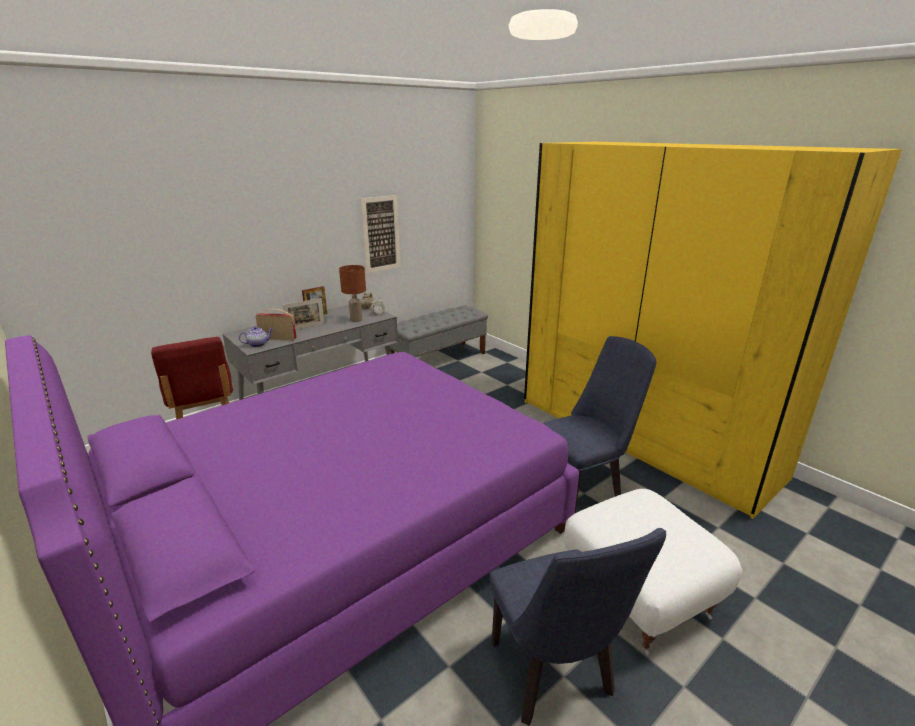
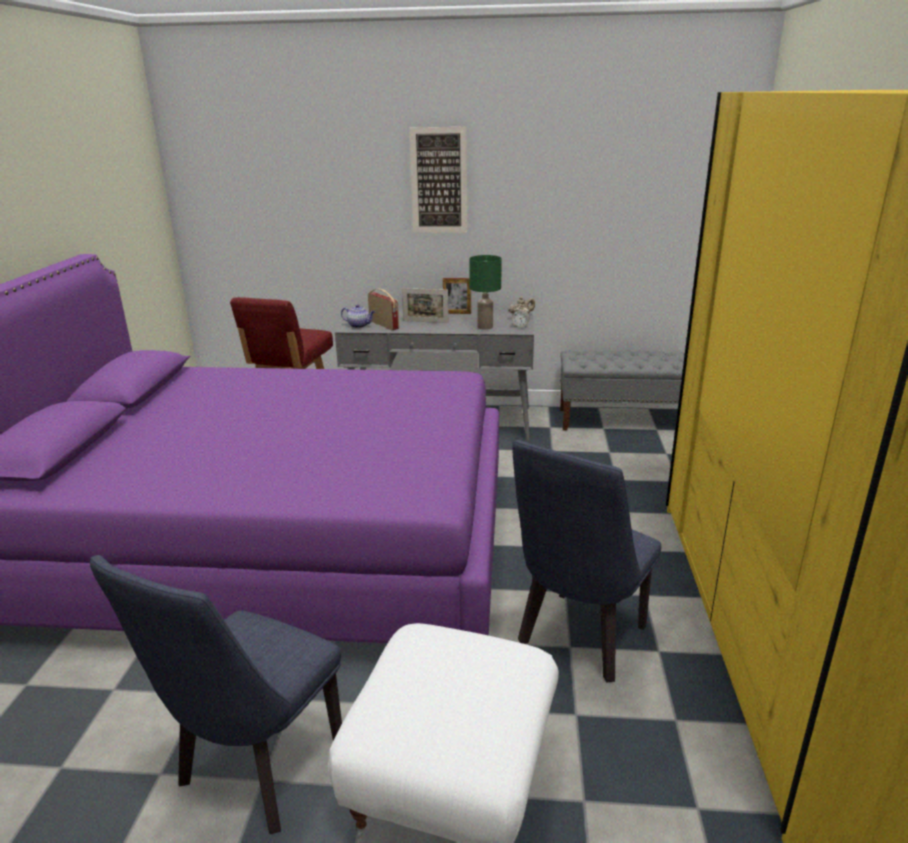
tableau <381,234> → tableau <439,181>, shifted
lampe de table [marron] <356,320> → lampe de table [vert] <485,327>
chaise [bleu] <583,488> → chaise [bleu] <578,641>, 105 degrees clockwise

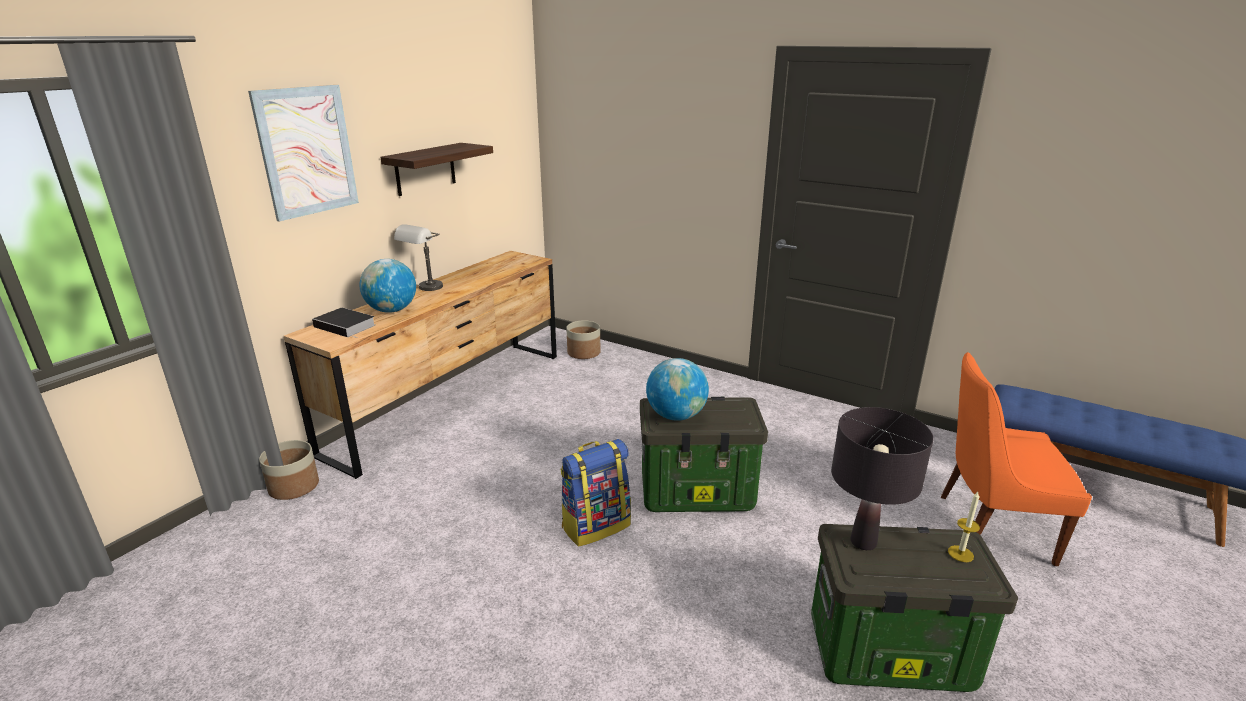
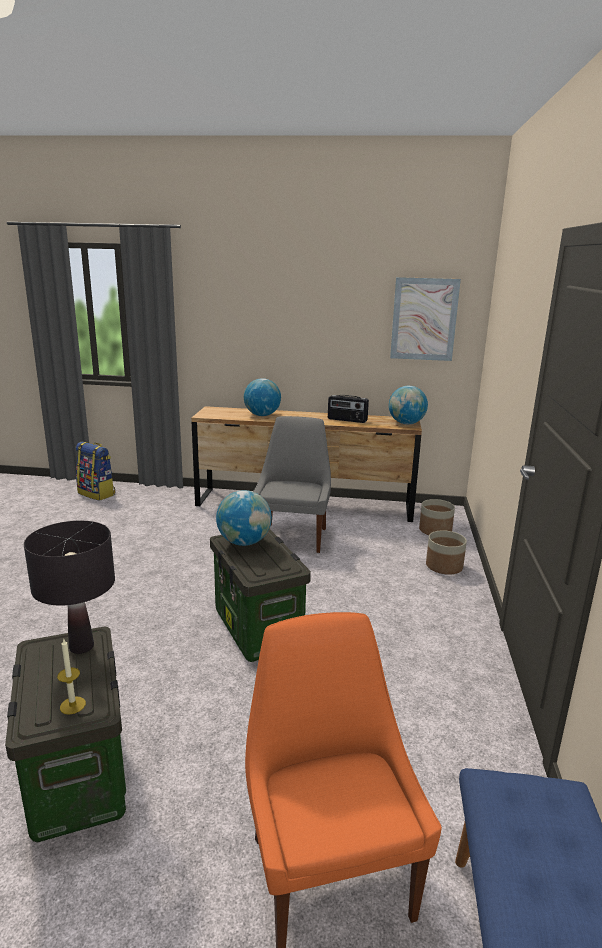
tableau <307,151> → tableau <424,319>, shifted
étagère <425,169> → -
lampe de table [gris] <425,289> → -
livre <346,326> → -
sac à dos <596,525> → sac à dos <97,494>, shifted
cache-pot <294,487> → cache-pot <444,566>, shifted
- → globe <406,423>
- → radio <347,420>
- → chaise [gris] <293,536>

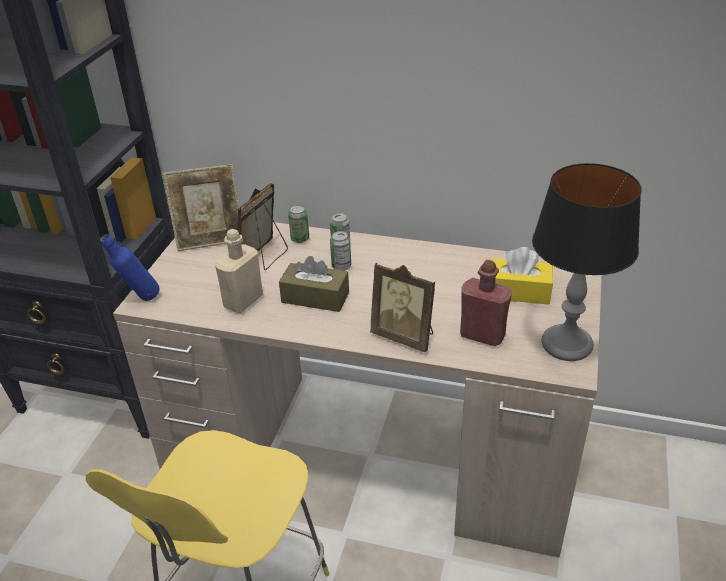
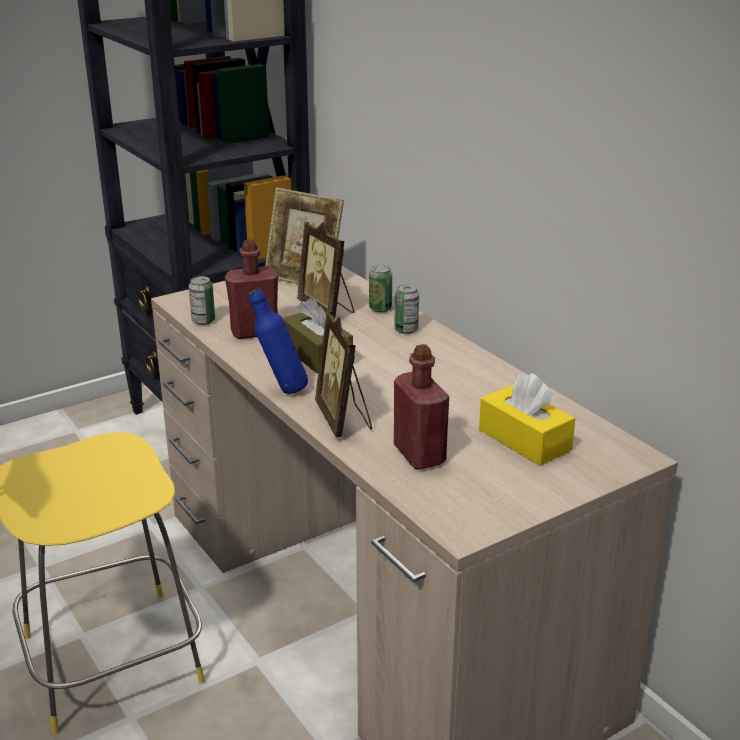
lampe de table <567,344> → -
cadre photo <265,257> → cadre photo <327,309>, 105 degrees counterclockwise
bouteille [beige] <243,301> → bouteille [rouge] <254,332>
boîte métallique <341,266> → boîte métallique <203,321>, shifted
bouteille [bleu] <140,300> → bouteille [bleu] <281,390>, shifted

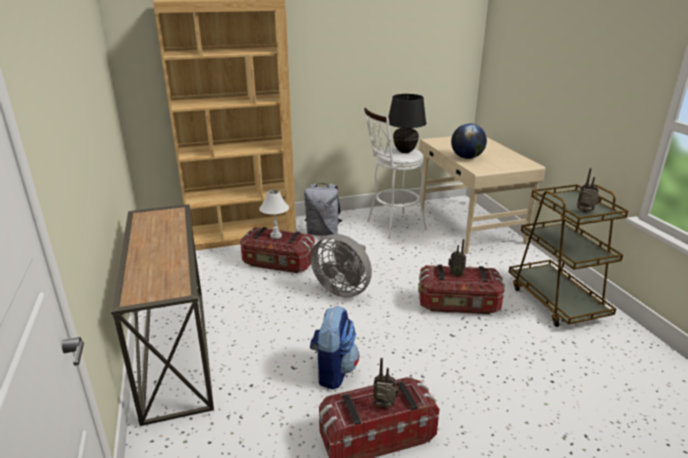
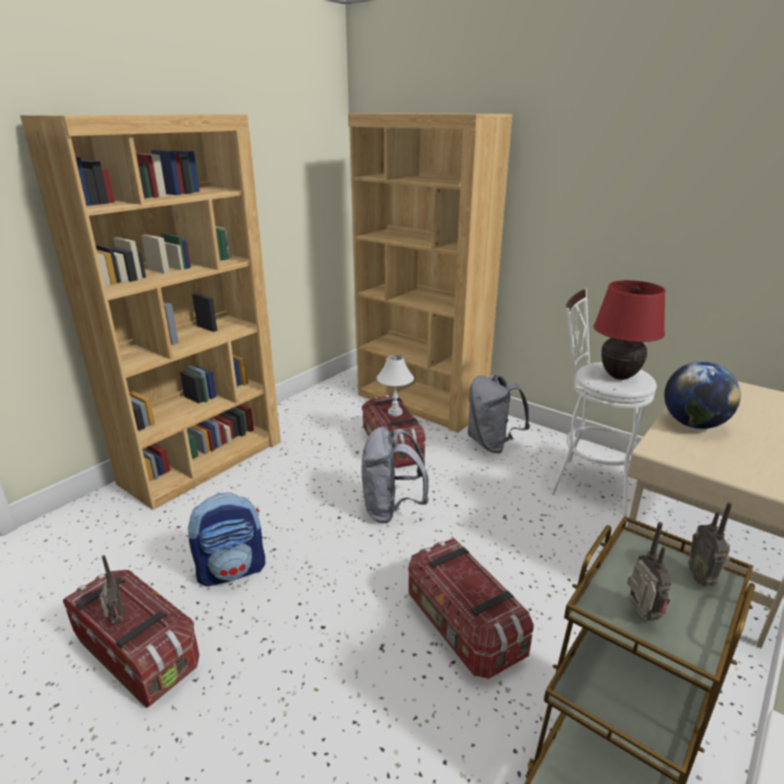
lampe de table [noir] <405,151> → lampe de table [rouge] <619,376>
table console <174,349> → bibliothèque [marron] <204,462>
ventilateur [gris] <343,289> → sac à dos [gris] <391,509>
radio <456,274> → radio <702,578>, shifted

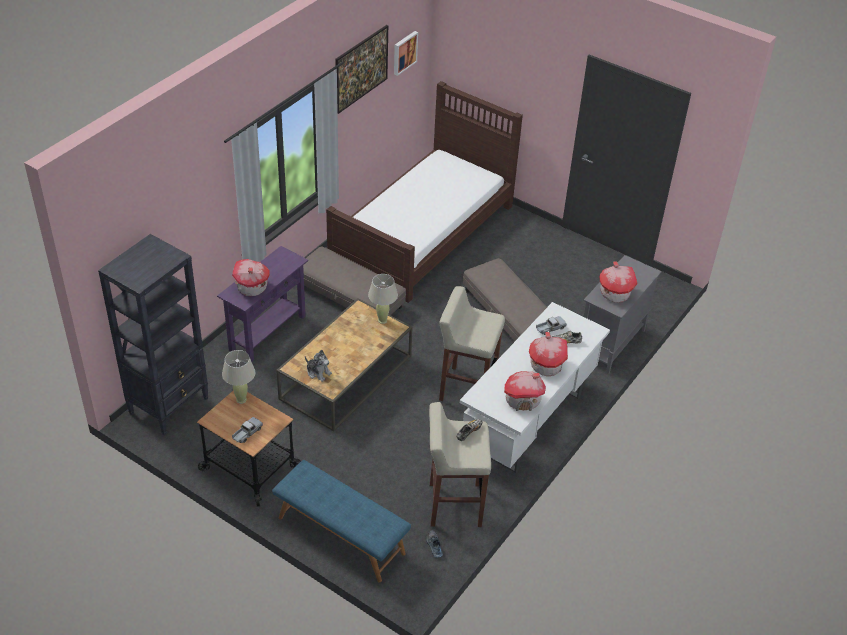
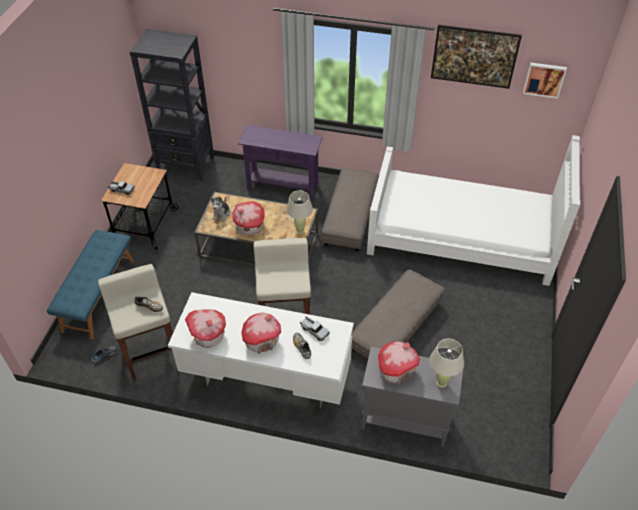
lit [marron] <423,232> → lit [blanc] <462,235>
maison miniature <252,287> → maison miniature <250,227>, shifted
lampe de table [beige] <241,399> → lampe de table [beige] <441,383>, shifted

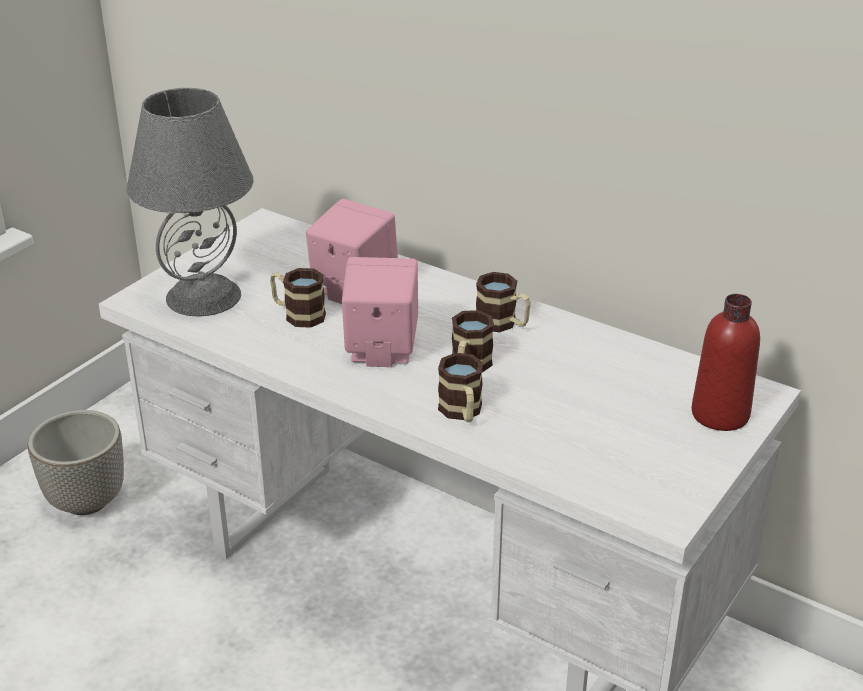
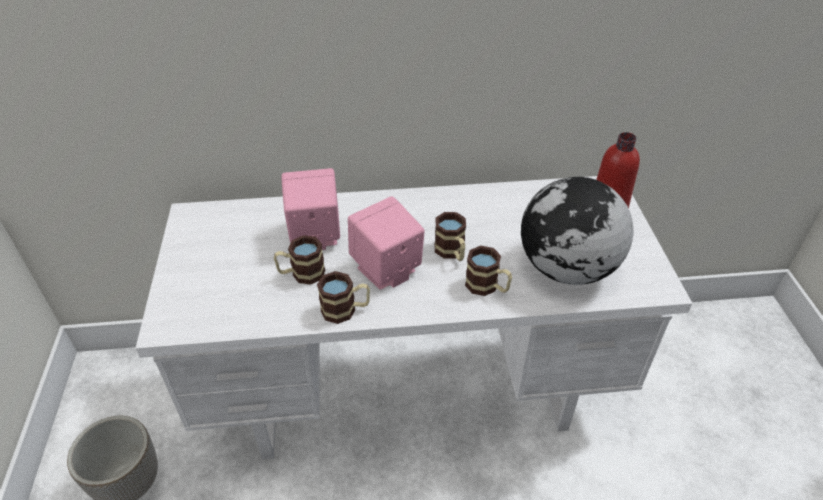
lampe de table [gris] <203,295> → -
mug <503,324> → mug <345,310>, shifted
- → globe <566,269>

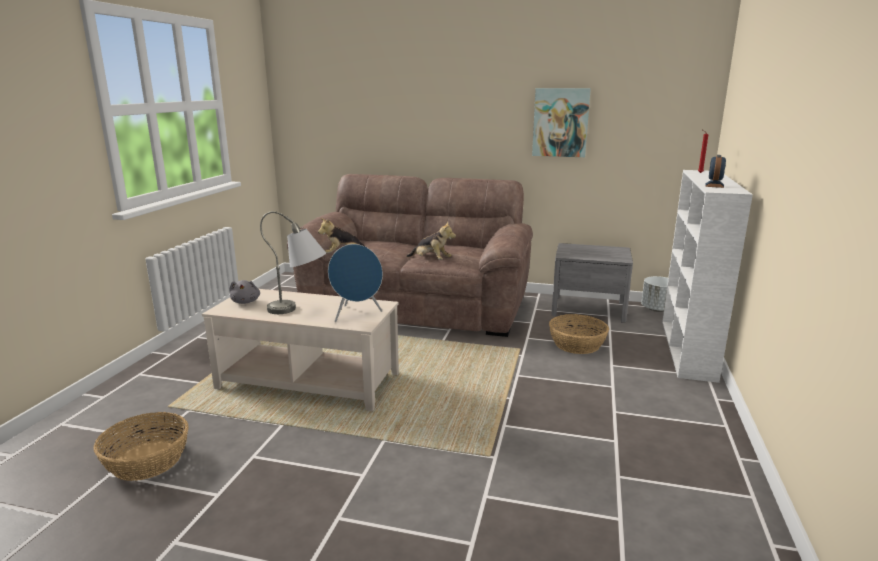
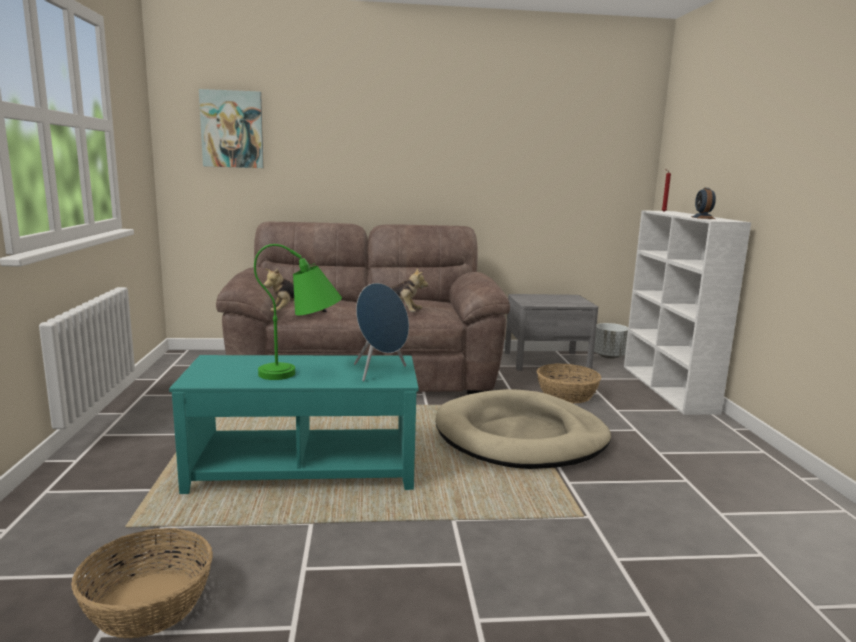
tableau <560,122> → tableau <232,129>, shifted
lampe de table [gris] <299,310> → lampe de table [vert] <302,373>
peluche [gris] <246,302> → -
table basse [beige] <309,381> → table basse [turquoise] <304,468>
- → panier pour chien [beige] <521,436>

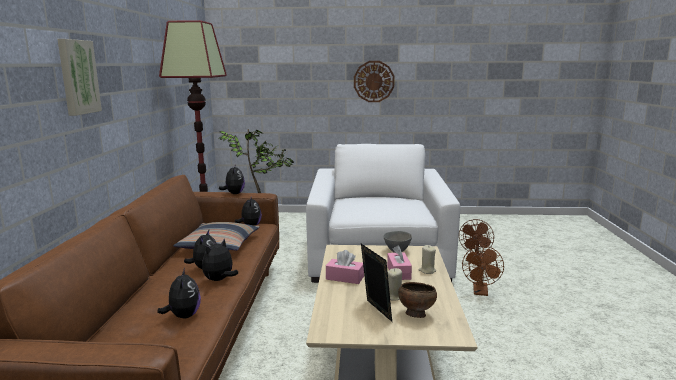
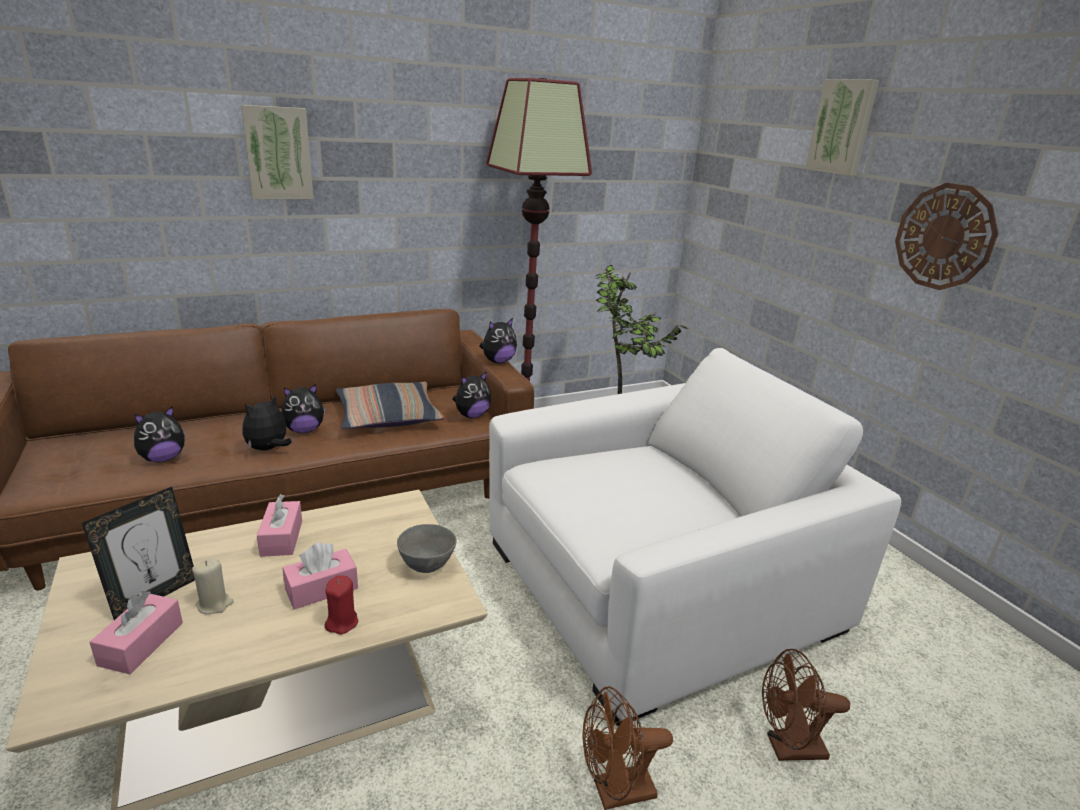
peluche <219,280> → peluche <268,449>, 60 degrees counterclockwise
bougie [beige] <427,271> → bougie [rouge] <342,622>
bol [marron] <415,314> → boîte à mouchoirs [rose] <141,643>
- → tableau <843,127>

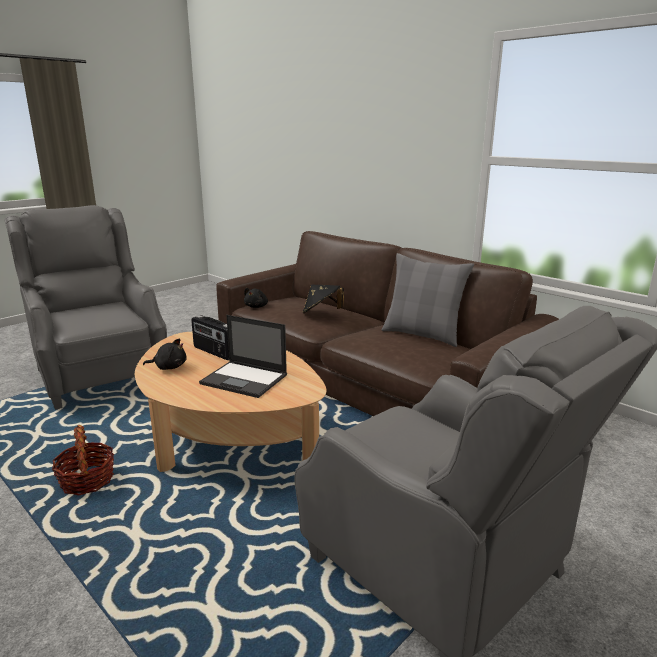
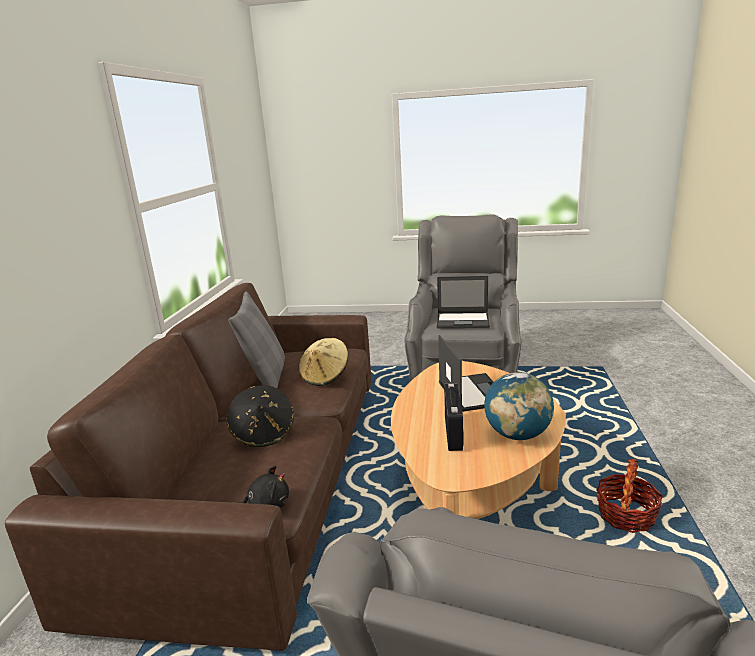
peluche [noir] <169,367> → globe <517,435>
- → ordinateur portable <463,321>
- → chapeau [beige] <325,376>

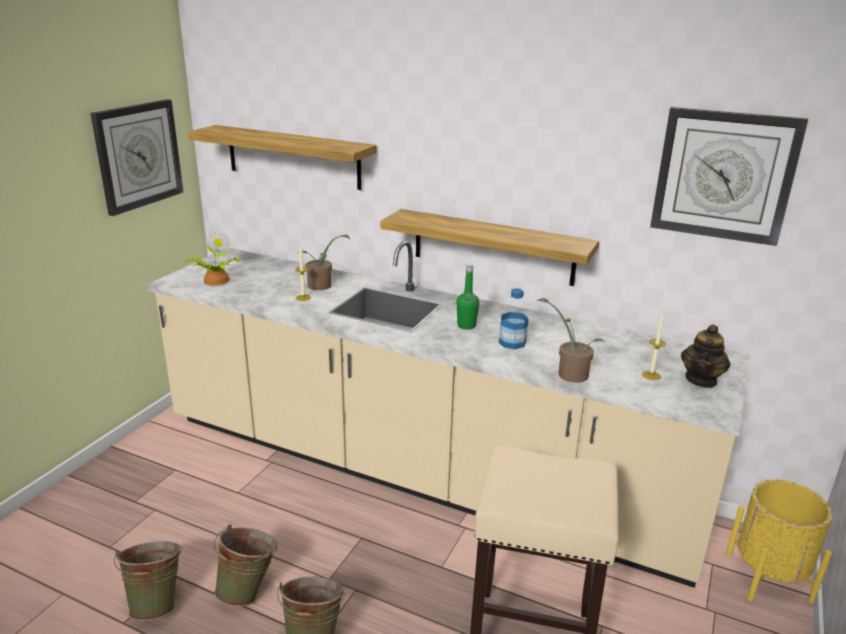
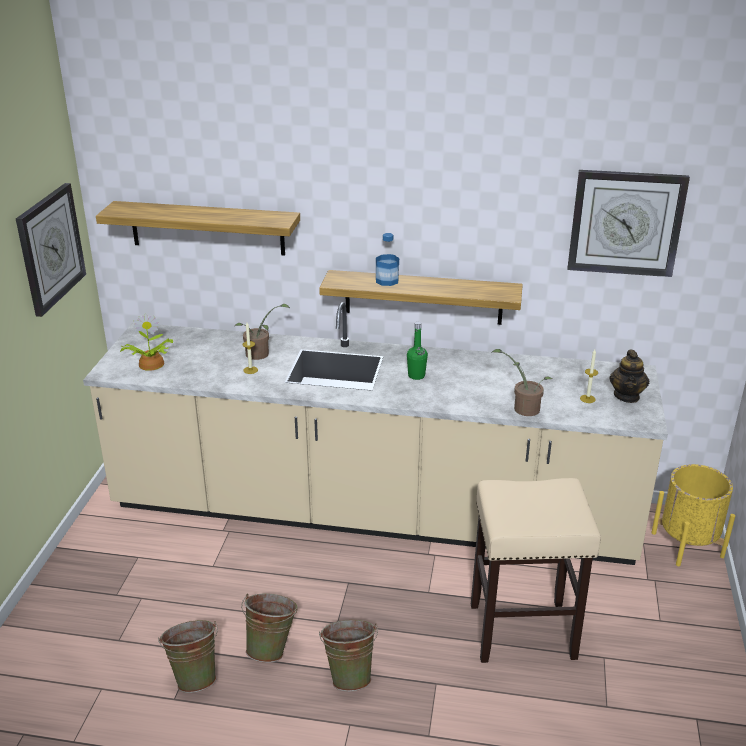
bouteille <512,342> → bouteille <387,281>, shifted

